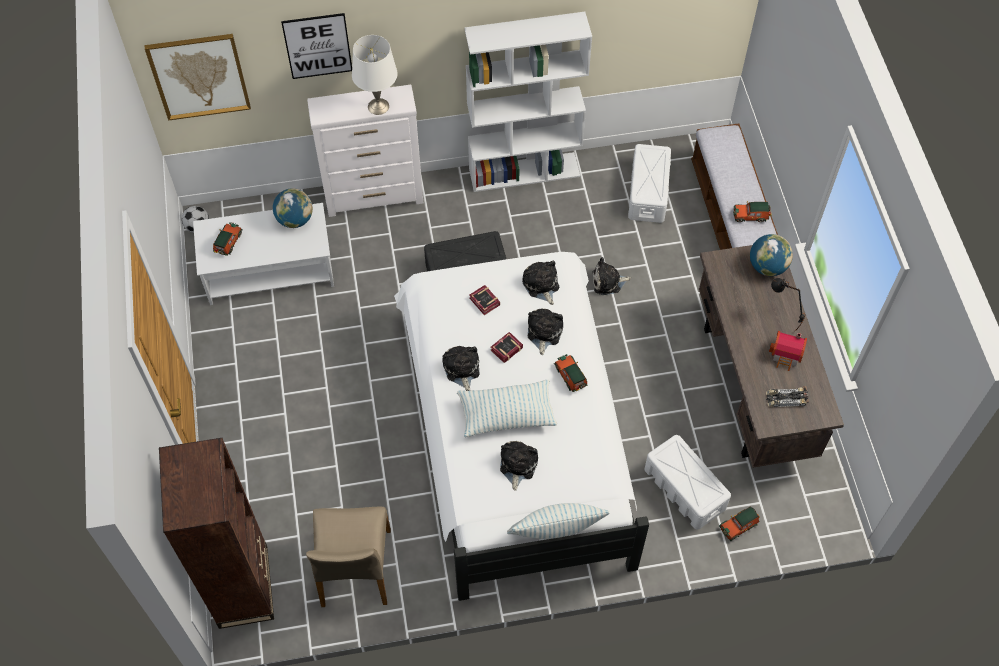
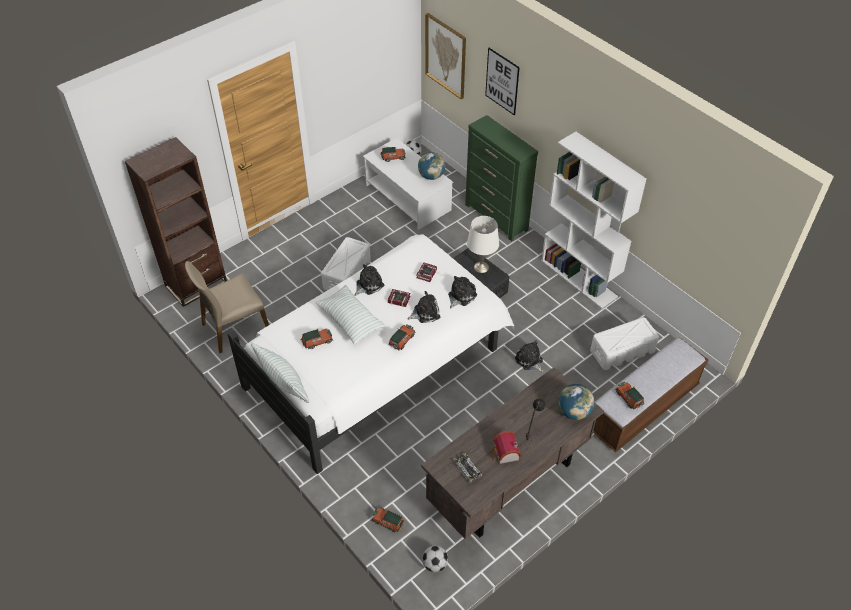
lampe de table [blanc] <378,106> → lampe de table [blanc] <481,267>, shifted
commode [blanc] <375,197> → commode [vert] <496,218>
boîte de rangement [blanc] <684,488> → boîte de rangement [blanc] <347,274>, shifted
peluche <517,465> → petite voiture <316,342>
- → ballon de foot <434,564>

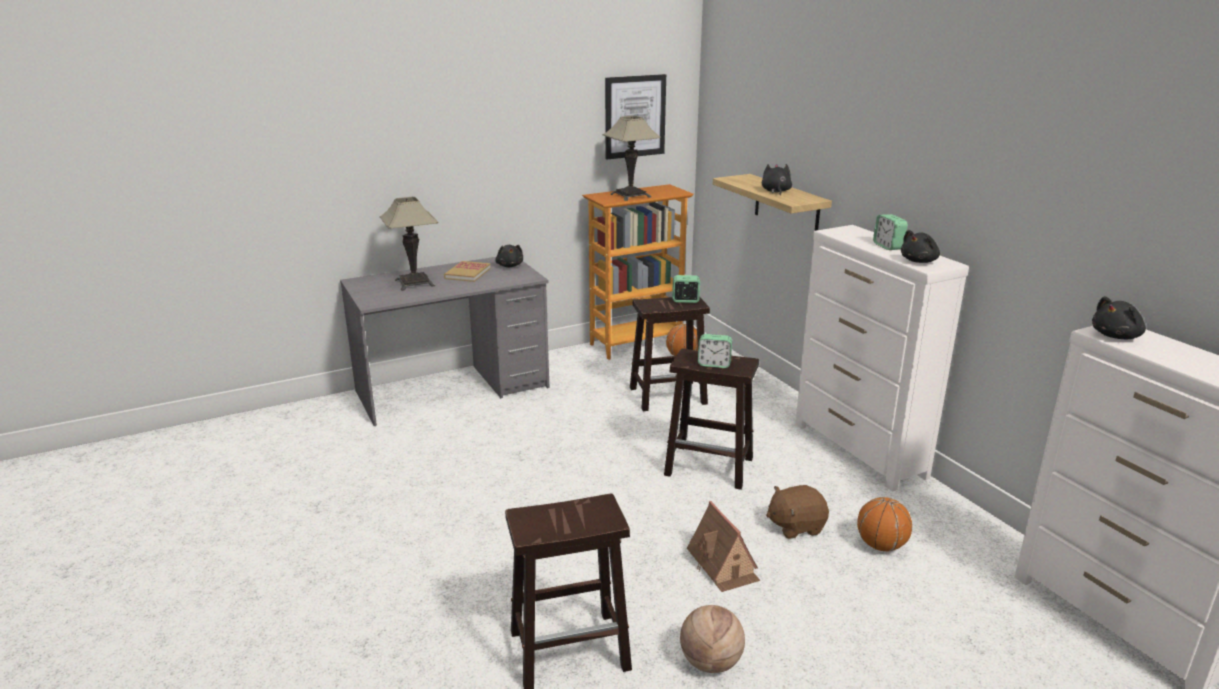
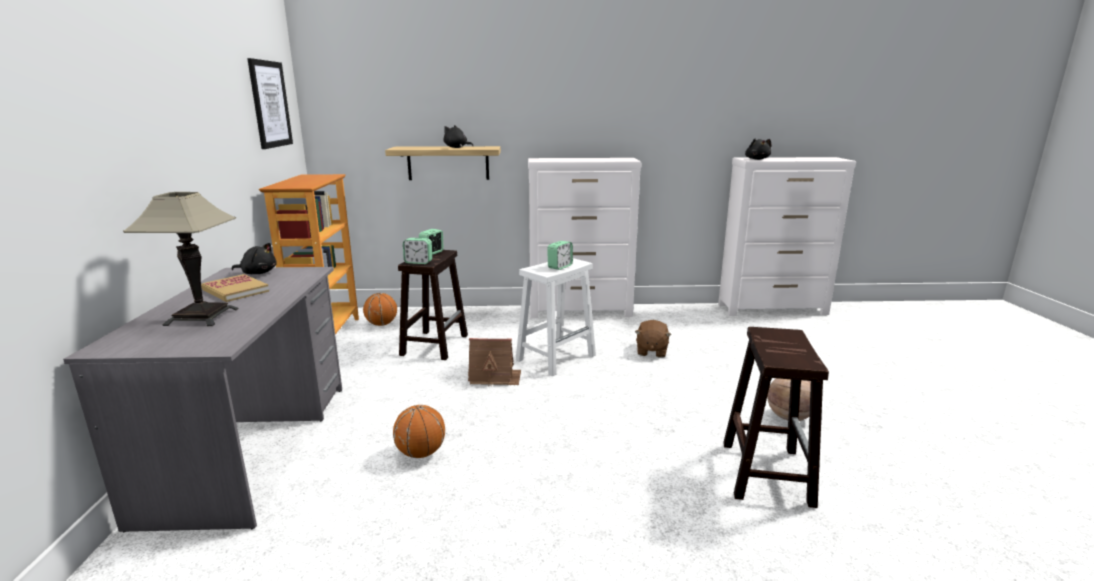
lampe de table <630,195> → -
réveil <888,246> → réveil <418,262>, shifted
peluche [noir] <920,261> → -
tabouret [marron] <710,466> → tabouret [blanc] <556,357>
ballon de basket <881,546> → ballon de basket <421,453>, shifted
maison miniature <723,566> → maison miniature <494,377>, shifted

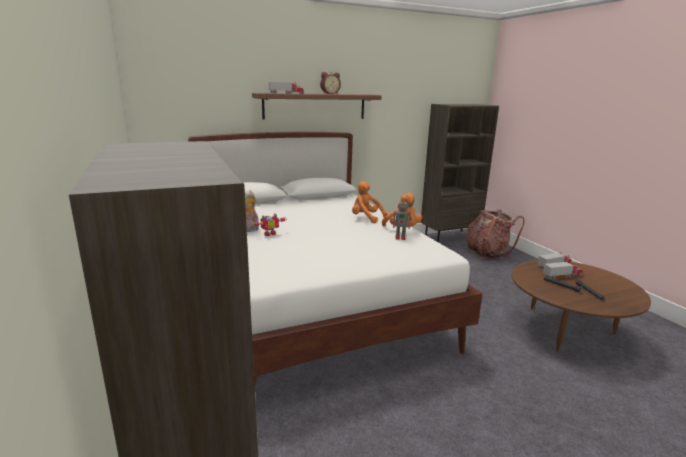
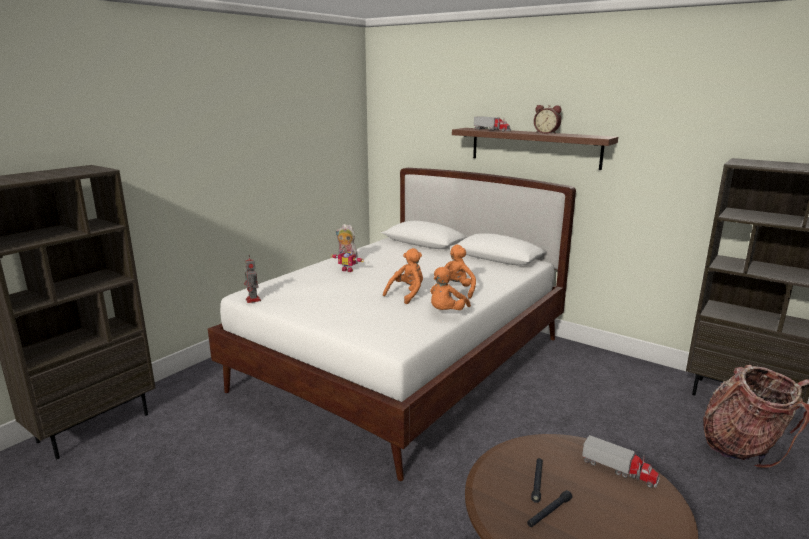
robot jouet <401,237> → robot jouet <253,300>, shifted
camion jouet <562,275> → -
- → peluche [orange] <407,294>

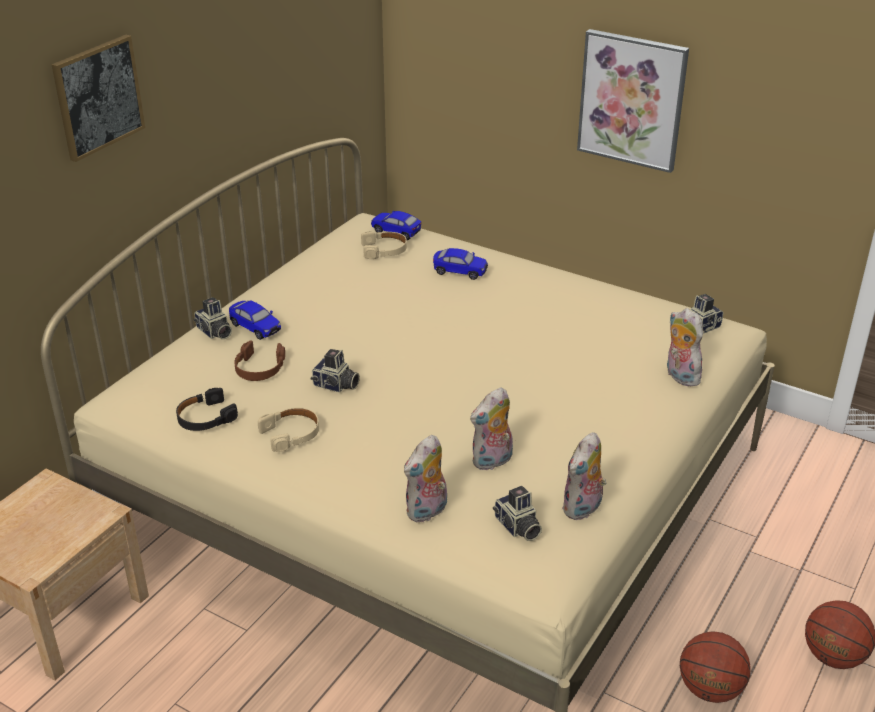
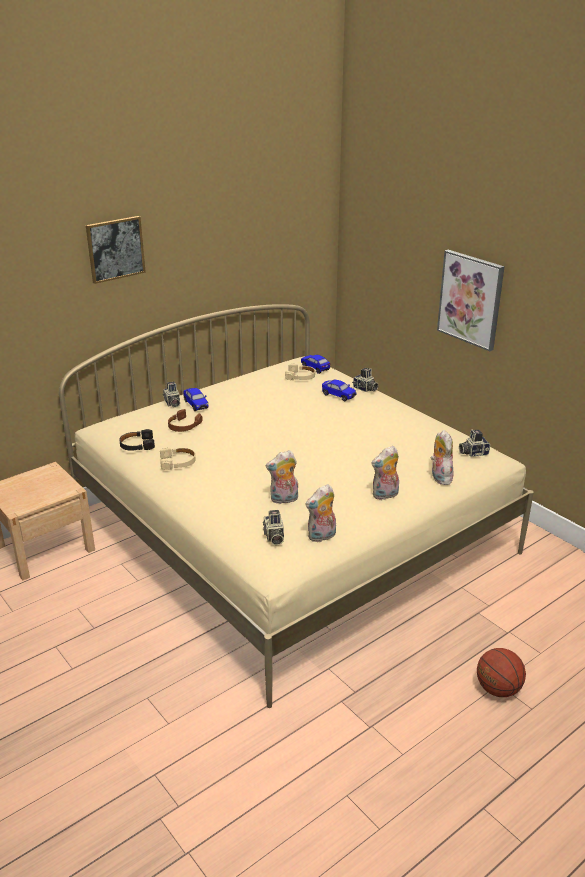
appareil photo <336,385> → appareil photo <365,389>, shifted
peluche <427,512> → peluche <385,495>, shifted
ballon de basket <709,689> → -

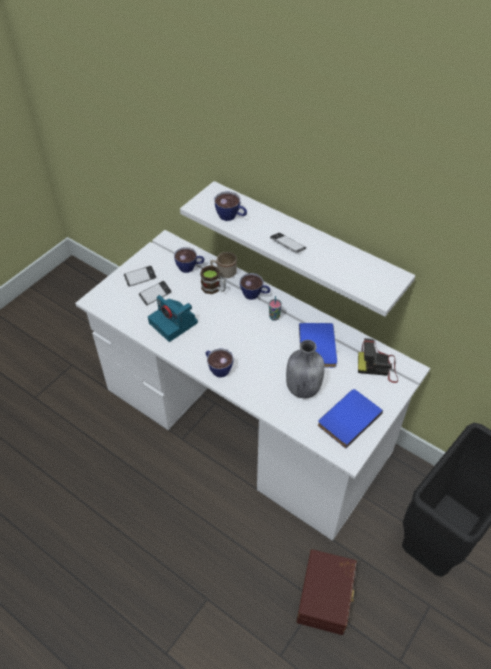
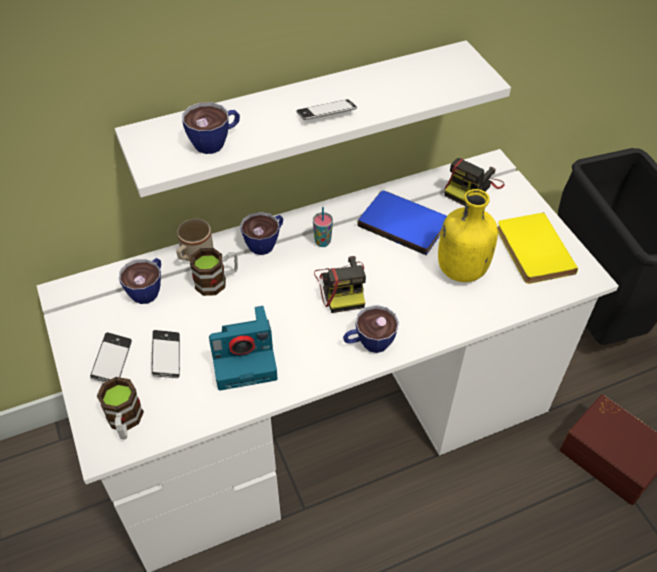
bouteille [gris] <302,388> → bouteille [jaune] <460,269>
livre [bleu] <347,418> → livre [jaune] <531,251>
- → appareil photo <342,287>
- → mug <125,422>

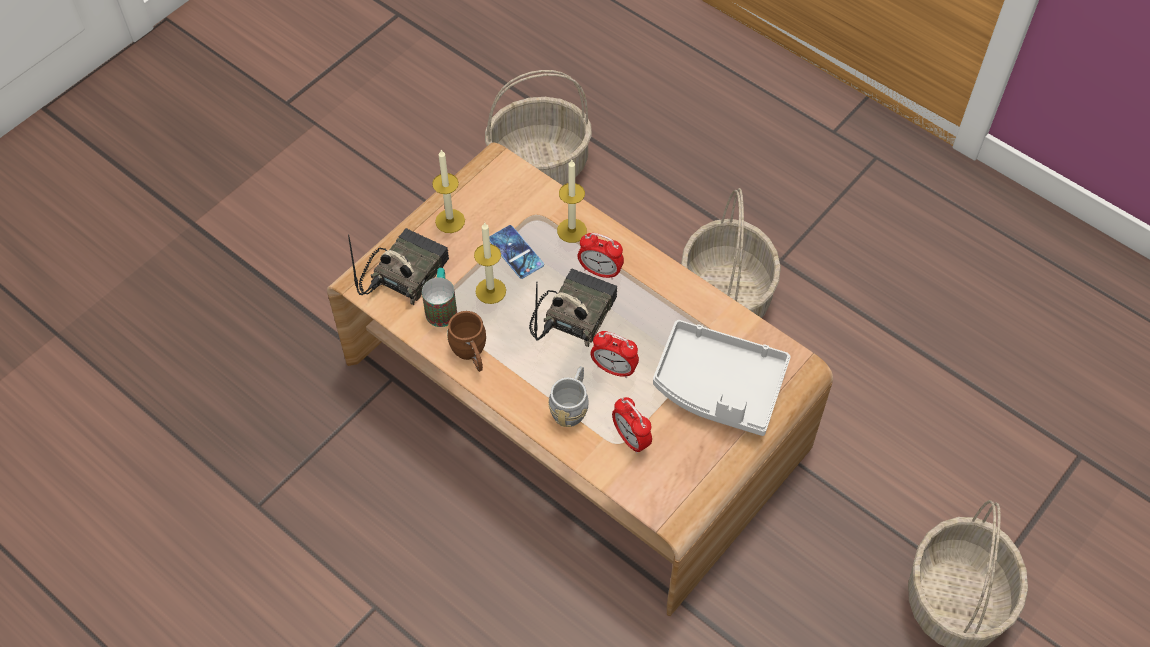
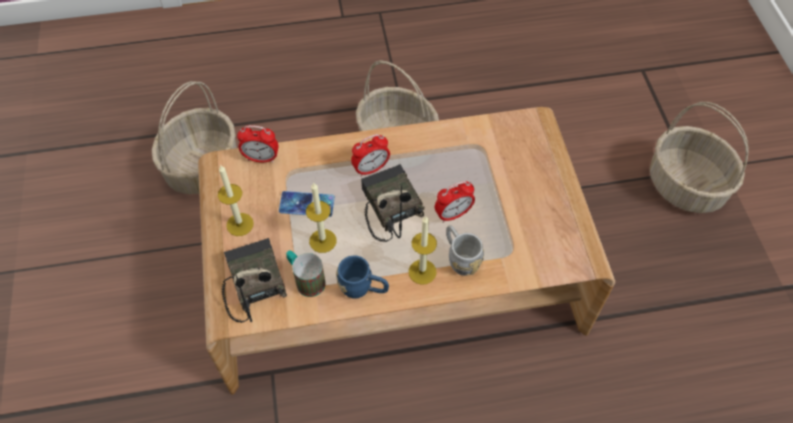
bougie <572,230> → bougie <422,272>, shifted
mug [marron] <471,355> → mug [bleu] <363,289>
plateau [gris] <718,387> → -
réveil <631,439> → réveil <261,158>, shifted

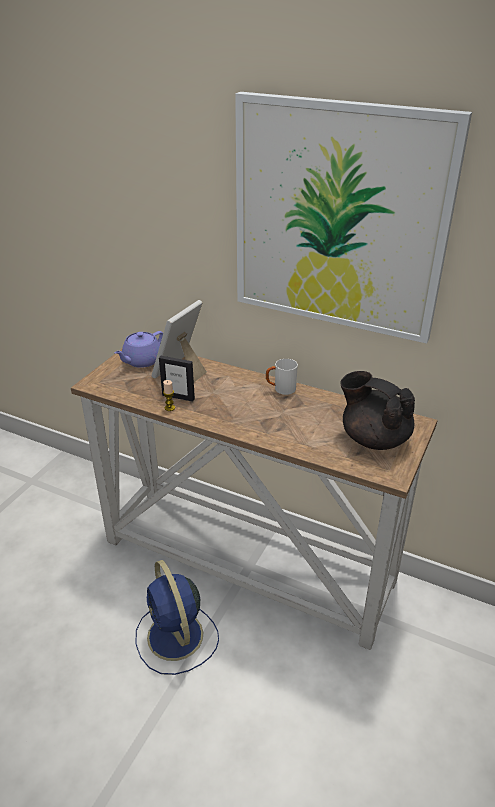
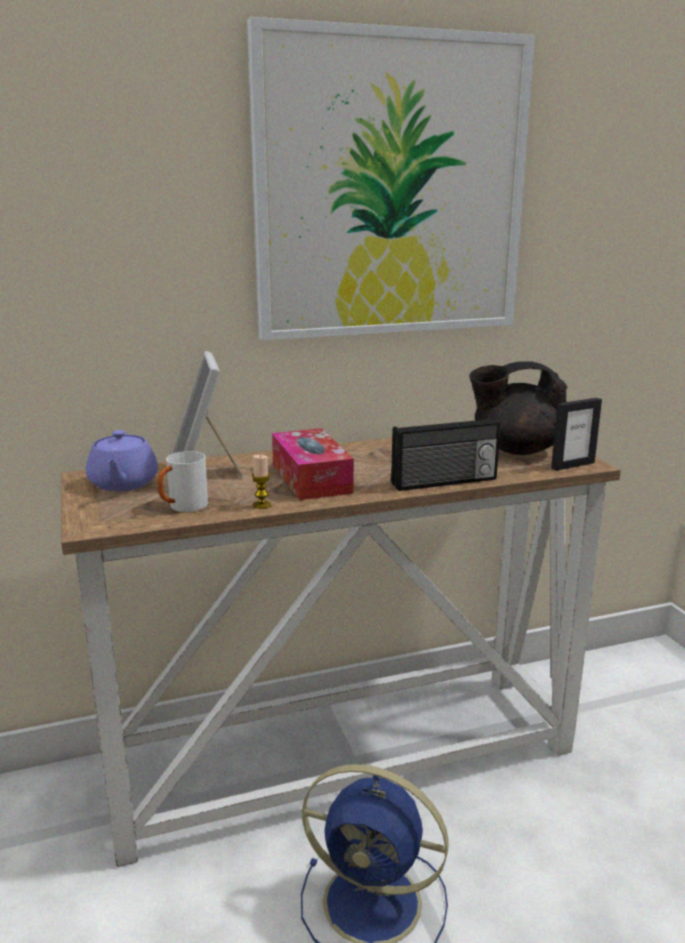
cadre photo <178,397> → cadre photo <572,465>, shifted
mug [blanc] <280,389> → mug [blanc] <183,508>, shifted
- → radio <445,482>
- → boîte à mouchoirs <311,478>

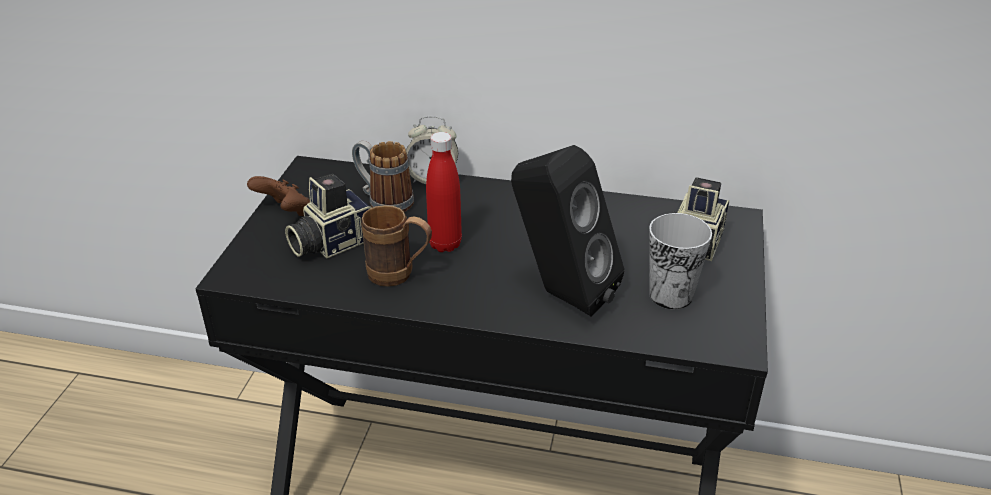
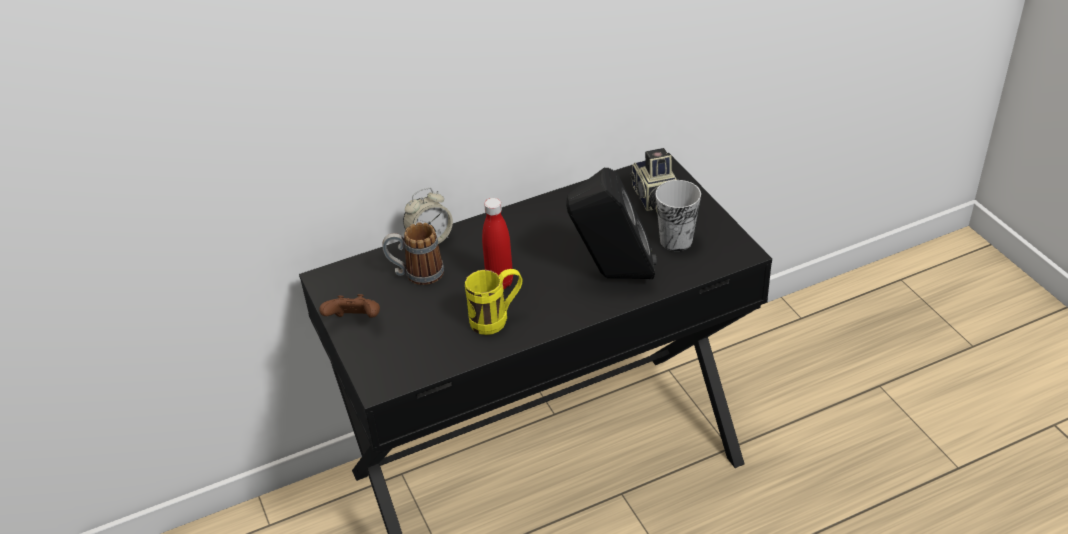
appareil photo <331,242> → -
mug [marron] <400,276> → mug [jaune] <497,320>

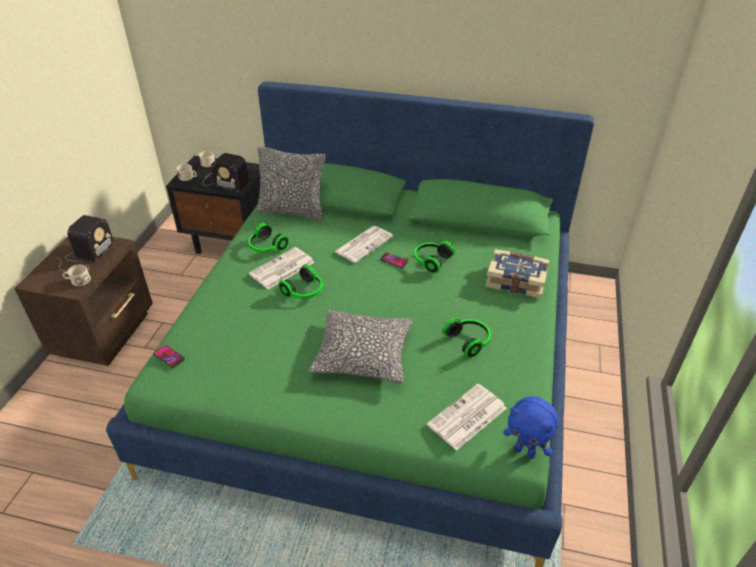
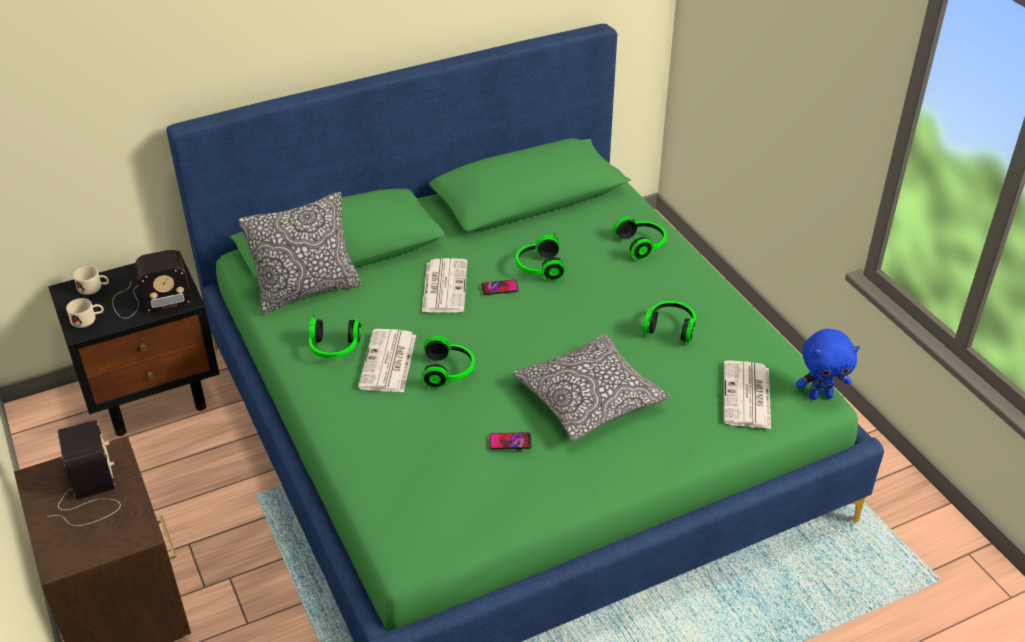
livre <516,280> → casque audio <642,245>
mug [beige] <78,281> → -
téléphone <169,356> → téléphone <510,441>, shifted

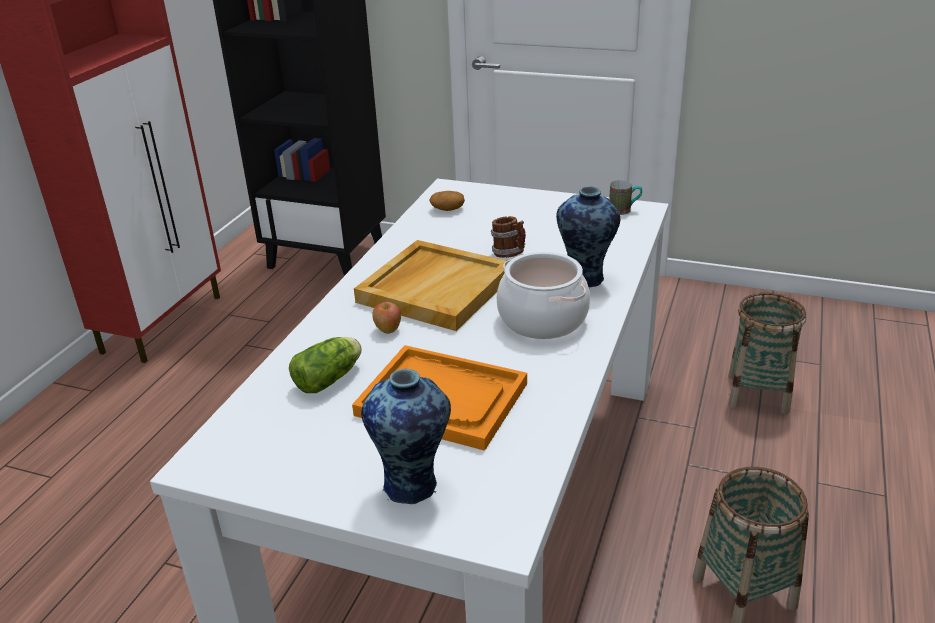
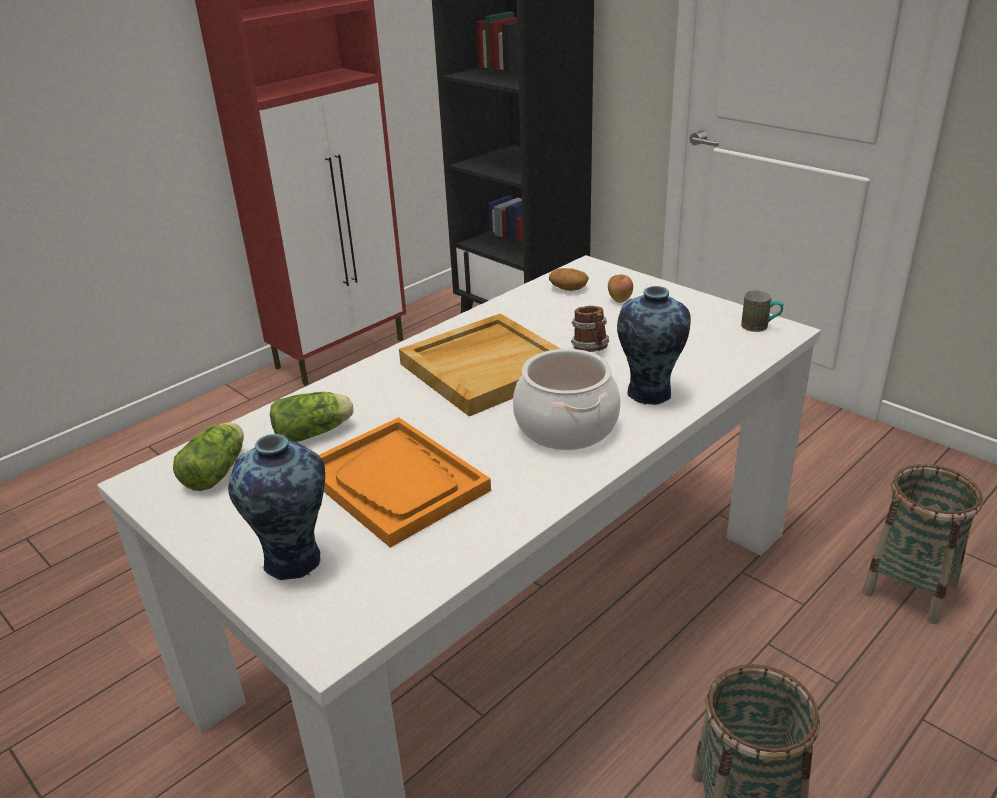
pomme <387,330> → pomme <619,300>, shifted
- → laitue <218,470>

